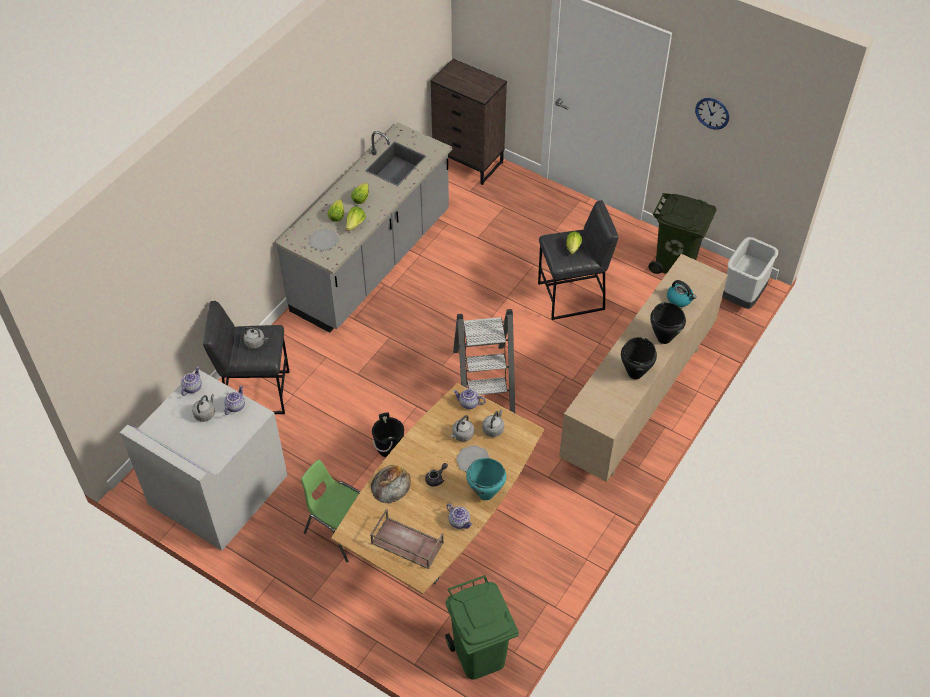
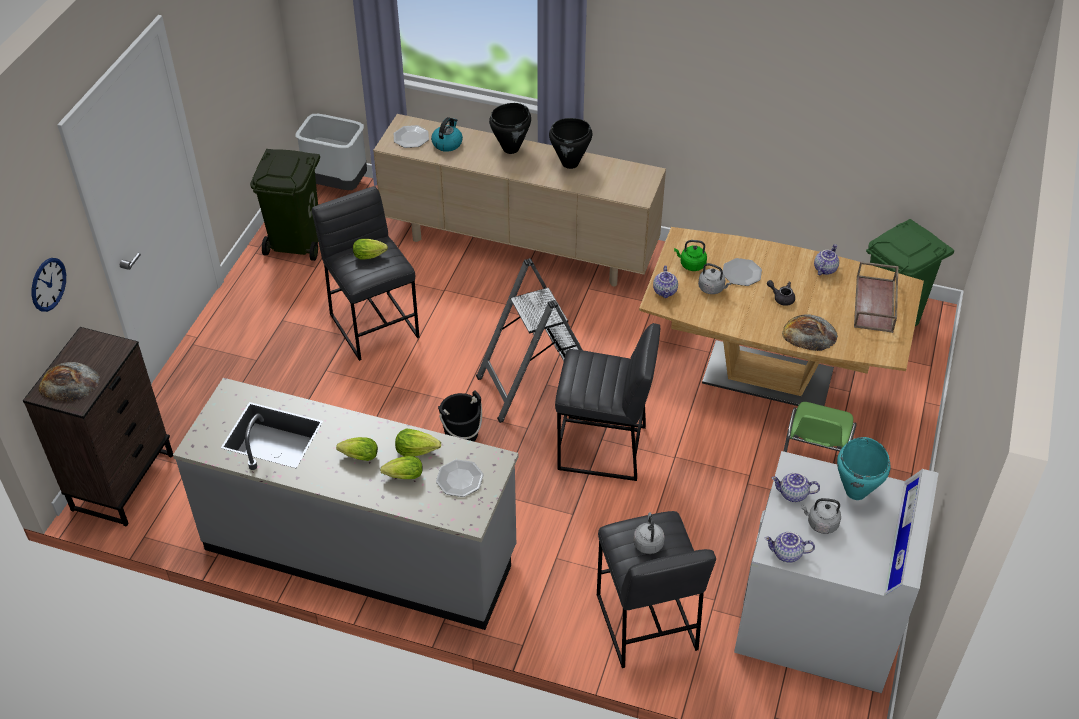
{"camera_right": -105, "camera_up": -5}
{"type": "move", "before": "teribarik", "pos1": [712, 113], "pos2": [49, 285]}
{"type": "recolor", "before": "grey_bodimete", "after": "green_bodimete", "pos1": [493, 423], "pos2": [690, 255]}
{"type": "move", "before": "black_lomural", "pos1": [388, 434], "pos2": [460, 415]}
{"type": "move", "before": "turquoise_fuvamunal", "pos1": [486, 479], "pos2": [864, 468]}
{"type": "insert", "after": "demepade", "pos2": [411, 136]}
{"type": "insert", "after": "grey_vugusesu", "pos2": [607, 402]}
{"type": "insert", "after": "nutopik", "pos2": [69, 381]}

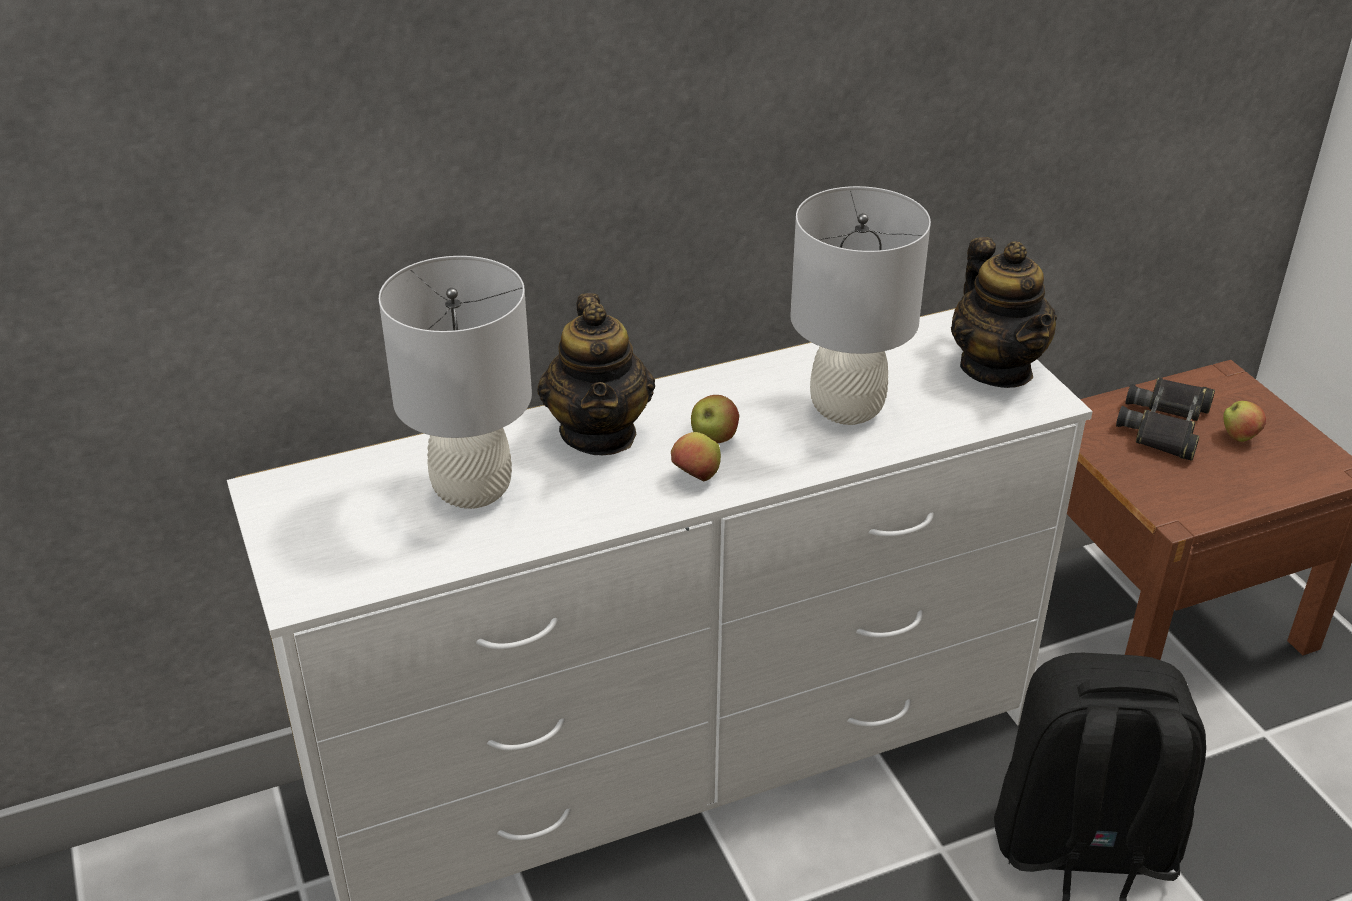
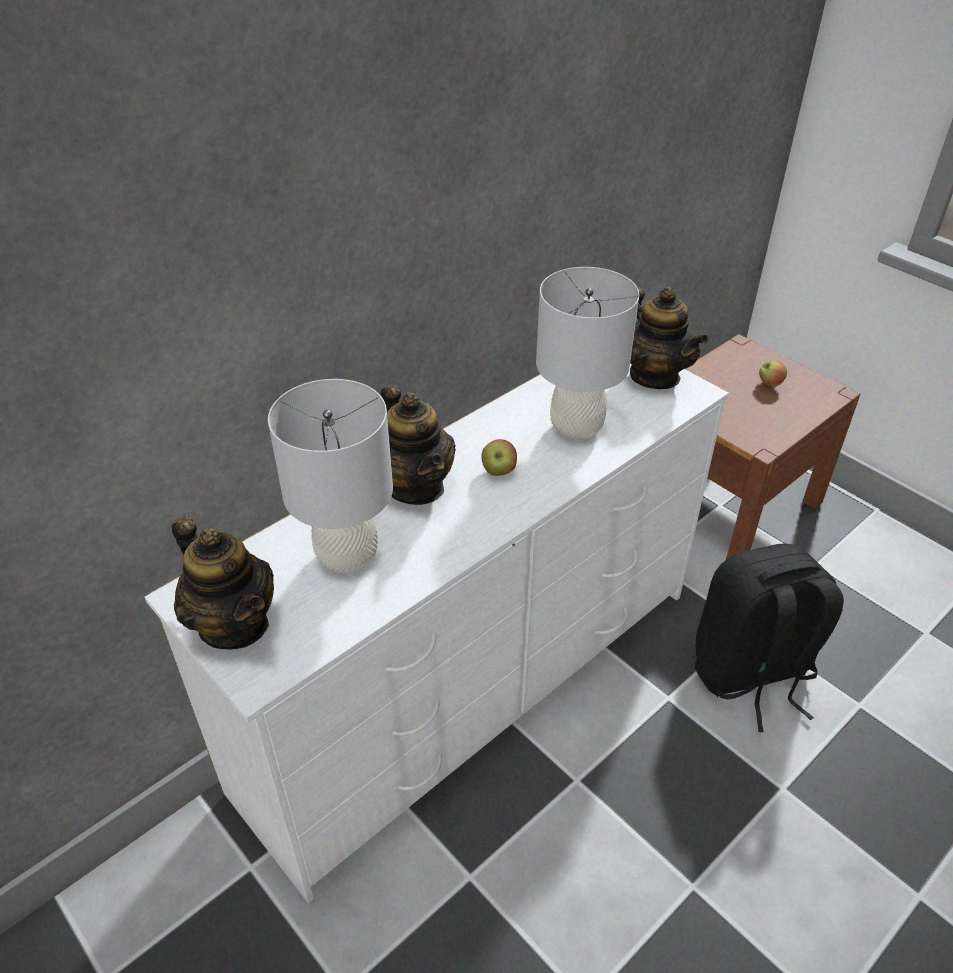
{"camera_right": -20, "camera_up": 5}
{"type": "delete", "before": "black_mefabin", "pos1": [1165, 419]}
{"type": "delete", "before": "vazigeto", "pos1": [696, 456]}
{"type": "insert", "after": "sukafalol", "pos2": [223, 583]}

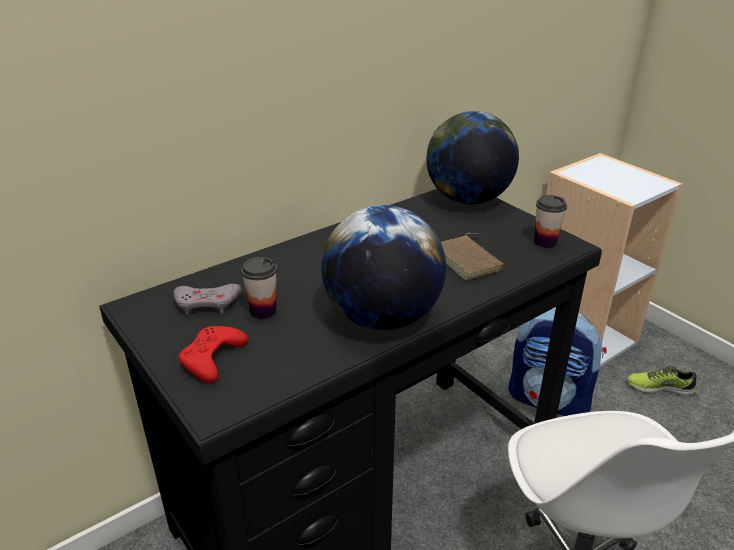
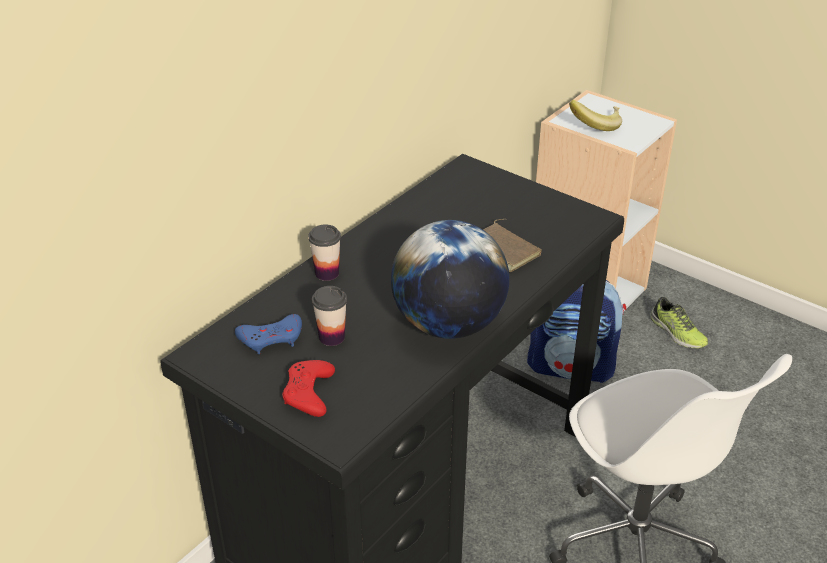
{"camera_right": -15, "camera_up": 5}
{"type": "delete", "before": "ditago", "pos1": [472, 157]}
{"type": "move", "before": "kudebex", "pos1": [550, 221], "pos2": [324, 252]}
{"type": "recolor", "before": "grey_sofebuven", "after": "blue_sofebuven", "pos1": [207, 299], "pos2": [268, 334]}
{"type": "rotate", "before": "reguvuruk", "pos1": [662, 381], "pos2": [679, 322], "turn": -120}
{"type": "insert", "after": "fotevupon", "pos2": [595, 115]}

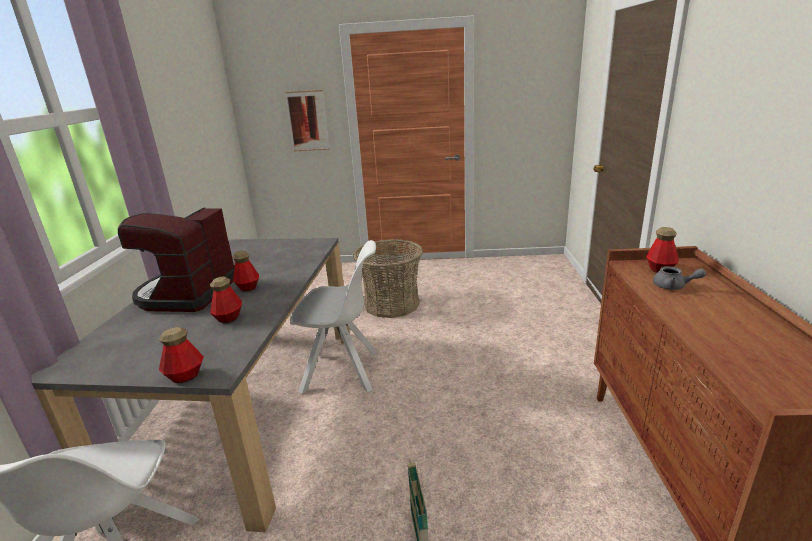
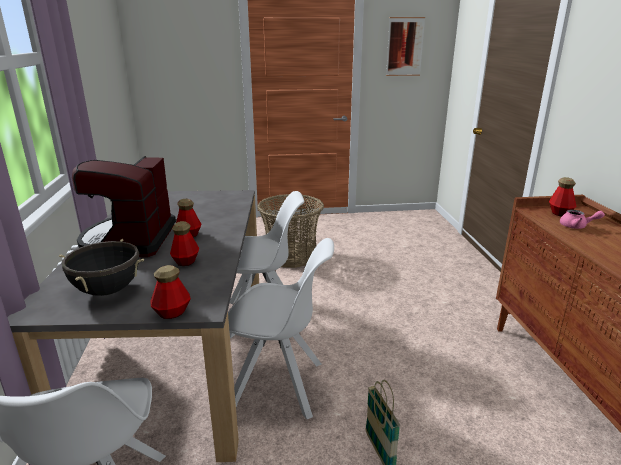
{"camera_right": -10, "camera_up": 0}
{"type": "move", "before": "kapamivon", "pos1": [307, 120], "pos2": [405, 46]}
{"type": "recolor", "before": "grey_sukafalol", "after": "pink_sukafalol", "pos1": [679, 278], "pos2": [582, 219]}
{"type": "insert", "after": "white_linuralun", "pos2": [281, 328]}
{"type": "insert", "after": "black_fuvamunal", "pos2": [101, 267]}

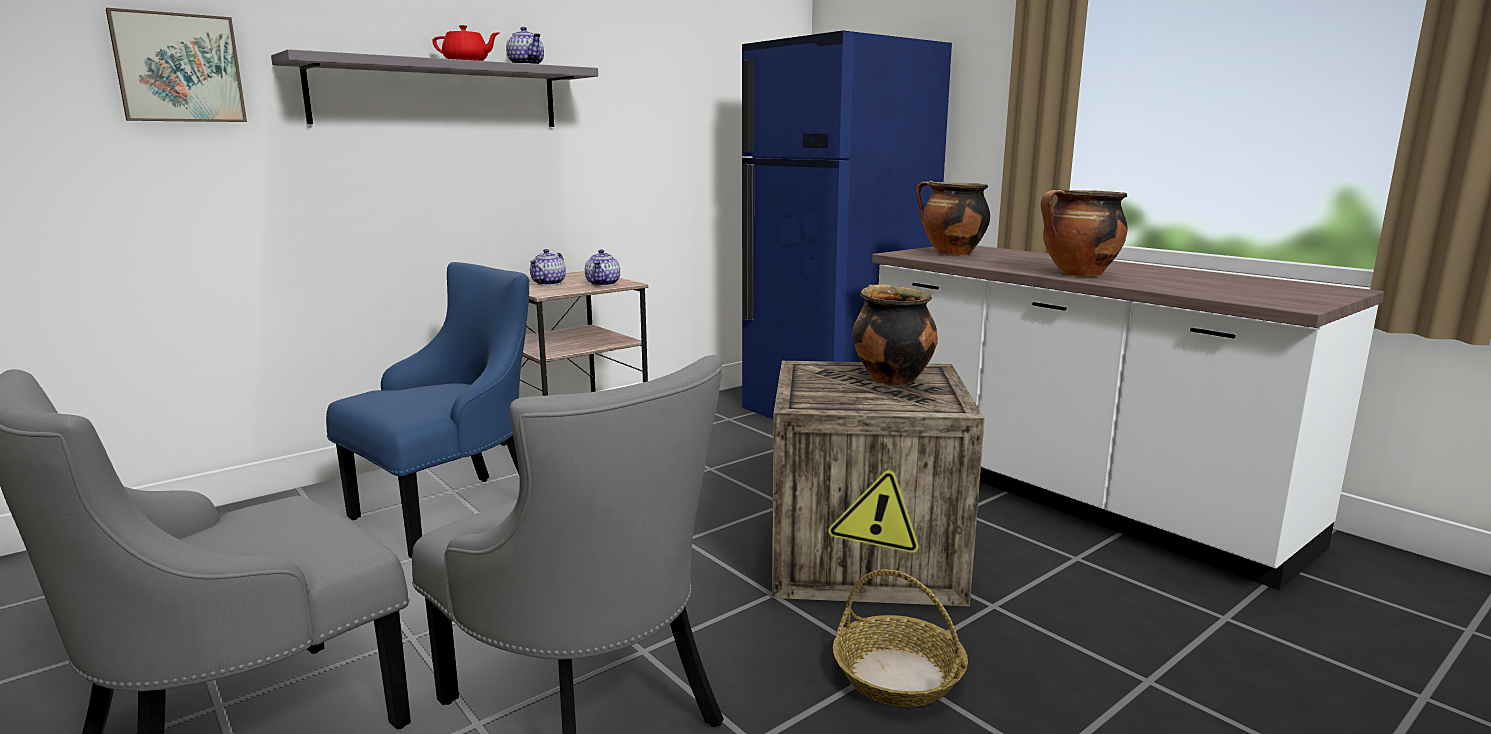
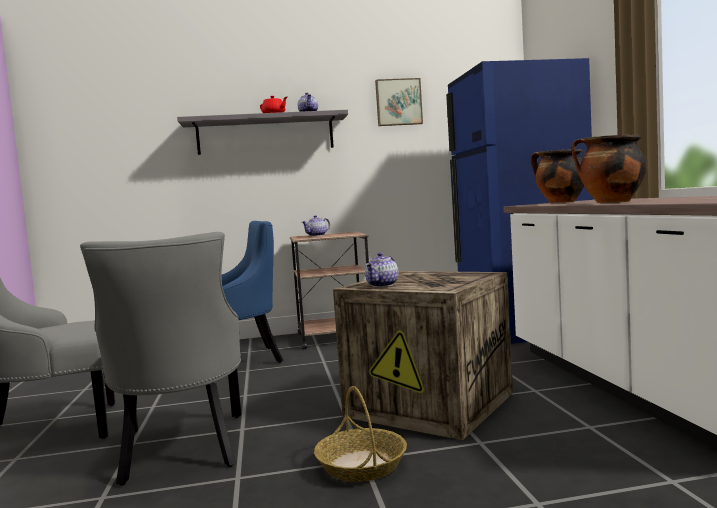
{"camera_right": 30, "camera_up": -10}
{"type": "move", "before": "kapamivon", "pos1": [176, 65], "pos2": [399, 102]}
{"type": "move", "before": "sukafalol", "pos1": [602, 267], "pos2": [381, 270]}
{"type": "delete", "before": "fuvamunal", "pos1": [895, 335]}

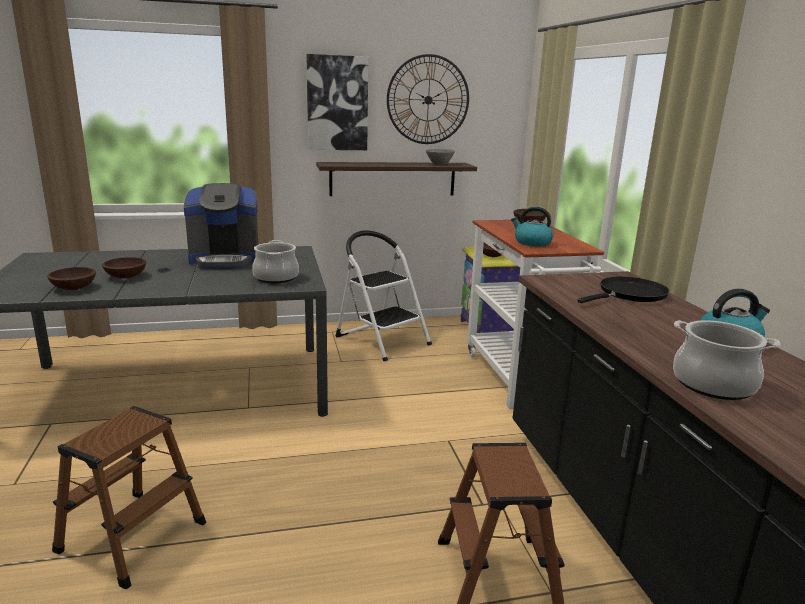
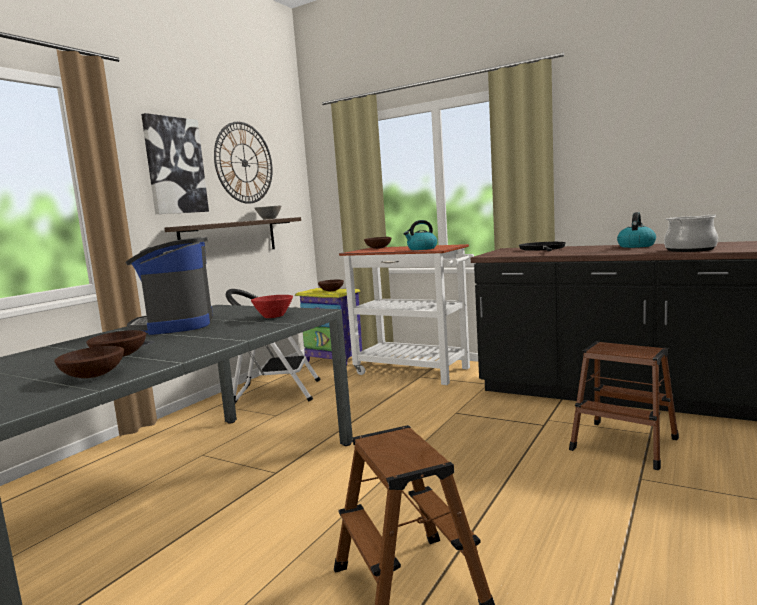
{"camera_right": -45, "camera_up": -10}
{"type": "rotate", "before": "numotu", "pos1": [221, 225], "pos2": [169, 286], "turn": 135}
{"type": "replace", "before": "fuvamunal", "after": "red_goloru", "pos1": [275, 261], "pos2": [272, 306]}

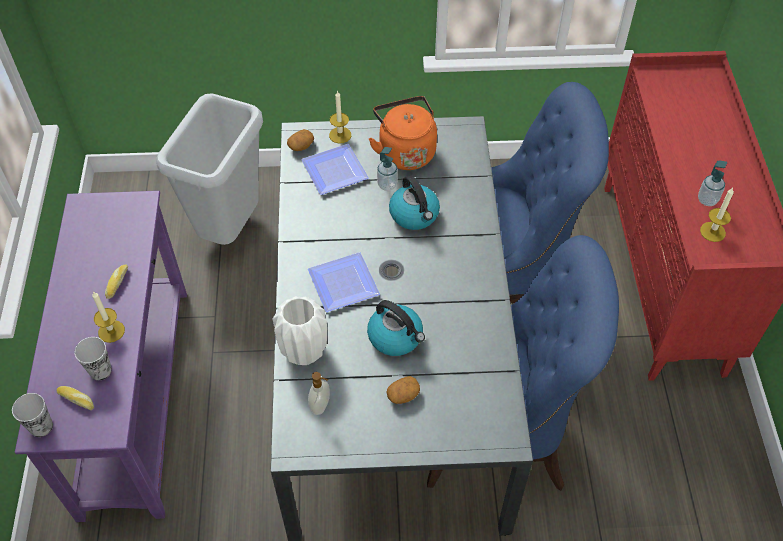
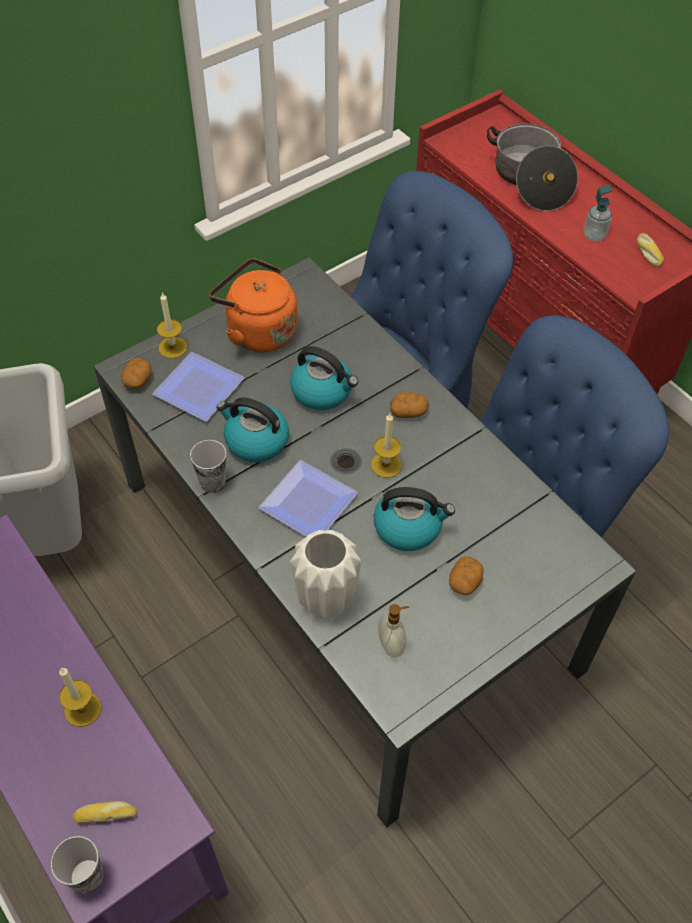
{"camera_right": -35, "camera_up": 0}
{"type": "delete", "before": "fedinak", "pos1": [387, 169]}
{"type": "move", "before": "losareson", "pos1": [717, 215], "pos2": [386, 446]}
{"type": "move", "before": "nutopik", "pos1": [116, 282], "pos2": [650, 250]}
{"type": "move", "before": "kudebex", "pos1": [93, 358], "pos2": [208, 466]}
{"type": "insert", "after": "fuvamunal", "pos2": [532, 167]}
{"type": "insert", "after": "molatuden", "pos2": [409, 405]}
{"type": "insert", "after": "bodimete", "pos2": [253, 430]}

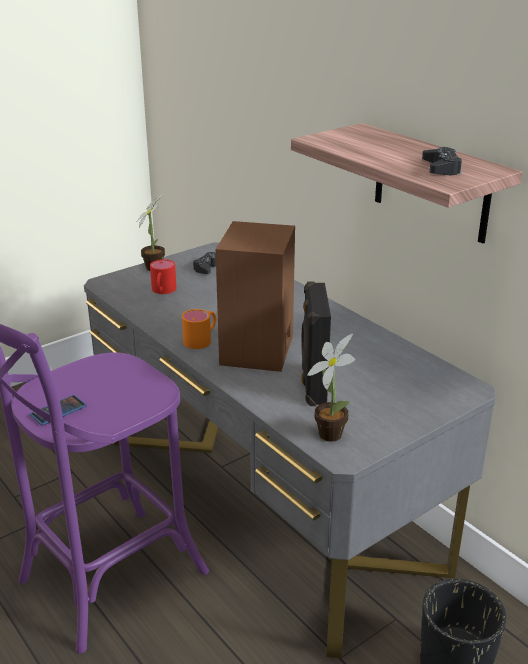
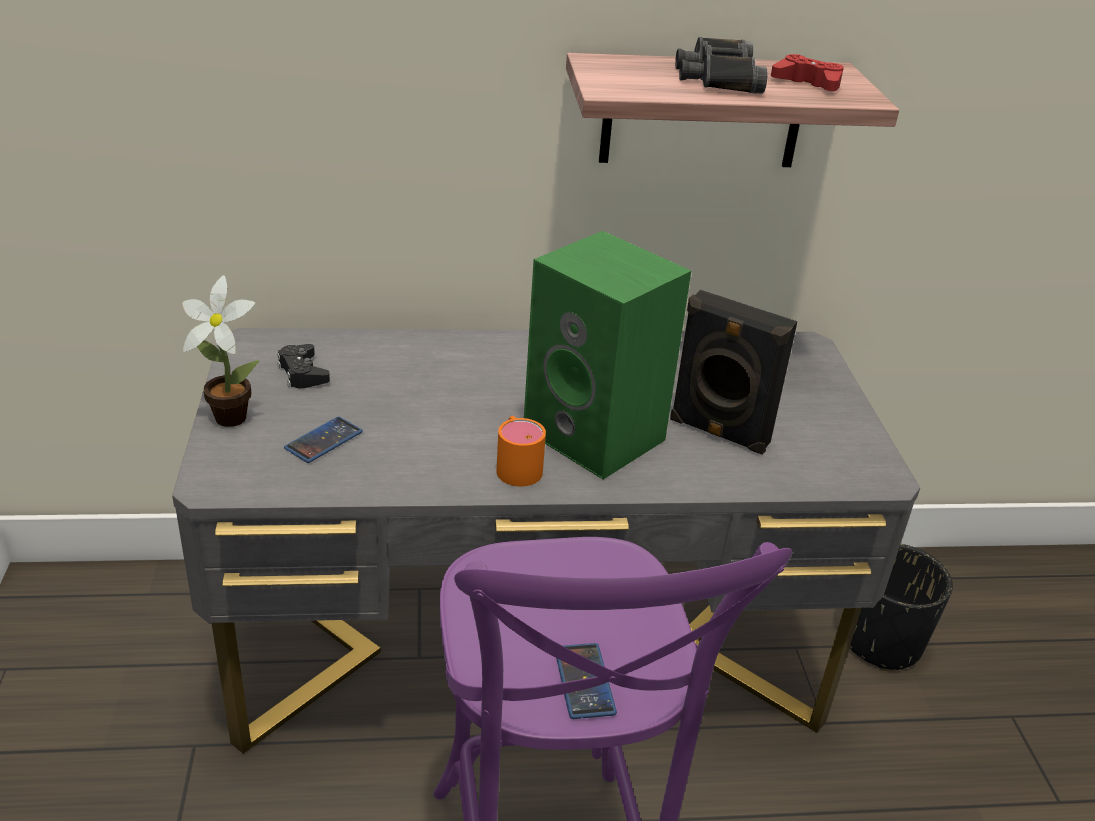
{"camera_right": -60, "camera_up": 5}
{"type": "recolor", "before": "black_sofebuven", "after": "red_sofebuven", "pos1": [442, 161], "pos2": [807, 72]}
{"type": "recolor", "before": "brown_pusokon", "after": "green_pusokon", "pos1": [255, 296], "pos2": [607, 355]}
{"type": "replace", "before": "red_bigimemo", "after": "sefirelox", "pos1": [163, 276], "pos2": [323, 439]}
{"type": "delete", "before": "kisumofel", "pos1": [331, 388]}
{"type": "insert", "after": "black_mefabin", "pos2": [721, 65]}

